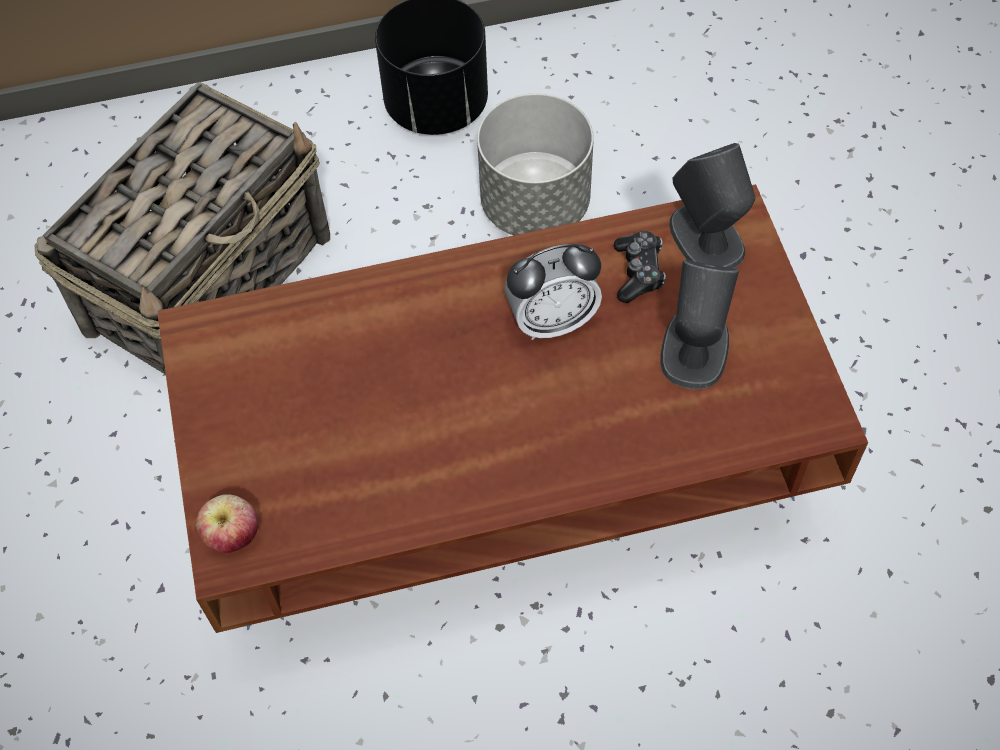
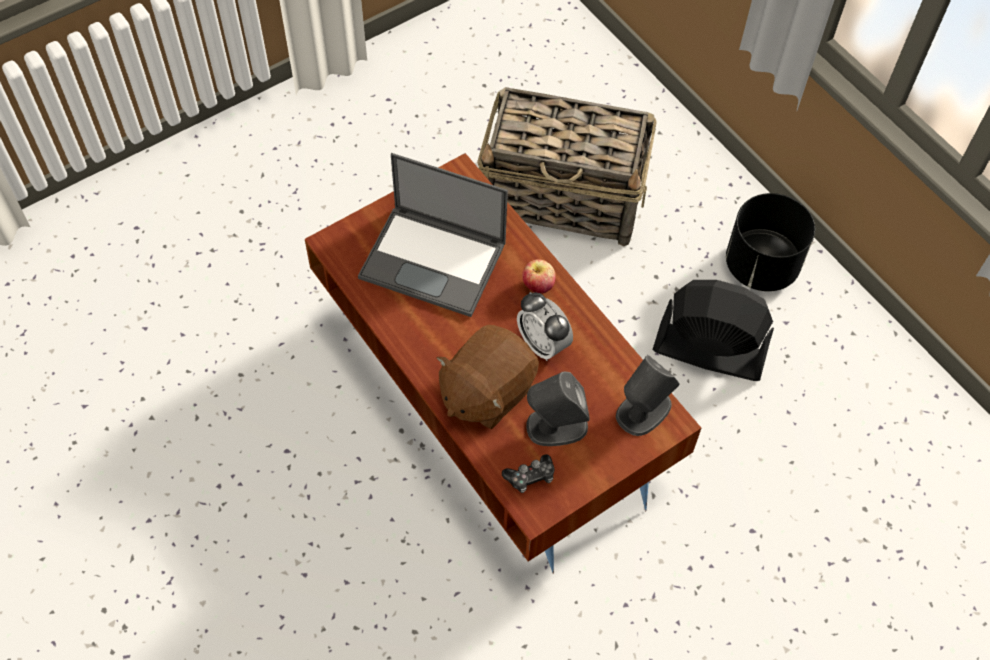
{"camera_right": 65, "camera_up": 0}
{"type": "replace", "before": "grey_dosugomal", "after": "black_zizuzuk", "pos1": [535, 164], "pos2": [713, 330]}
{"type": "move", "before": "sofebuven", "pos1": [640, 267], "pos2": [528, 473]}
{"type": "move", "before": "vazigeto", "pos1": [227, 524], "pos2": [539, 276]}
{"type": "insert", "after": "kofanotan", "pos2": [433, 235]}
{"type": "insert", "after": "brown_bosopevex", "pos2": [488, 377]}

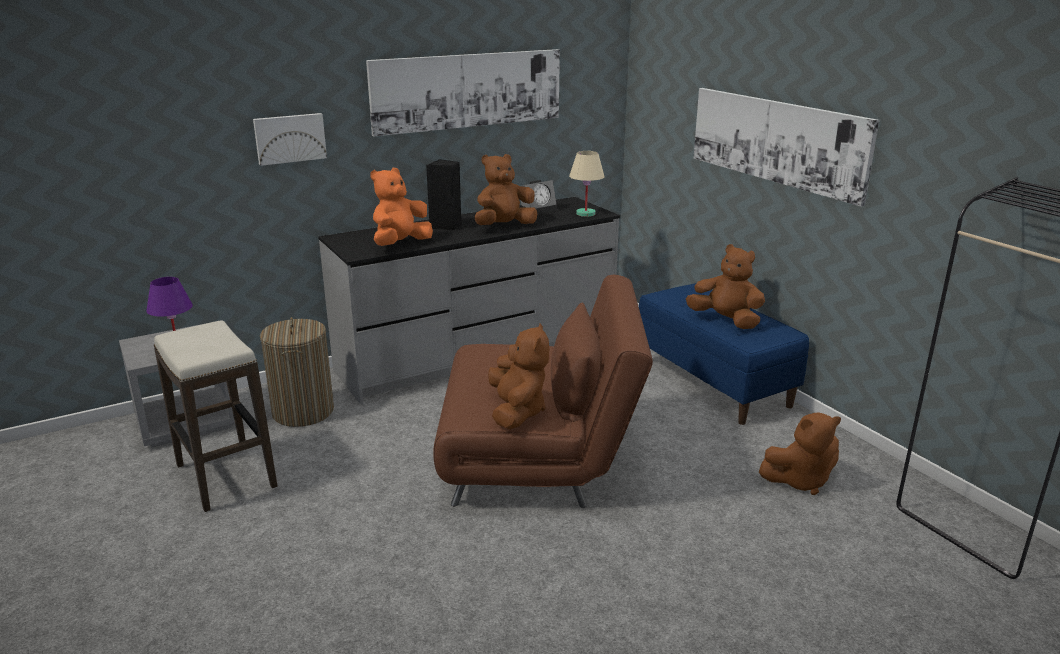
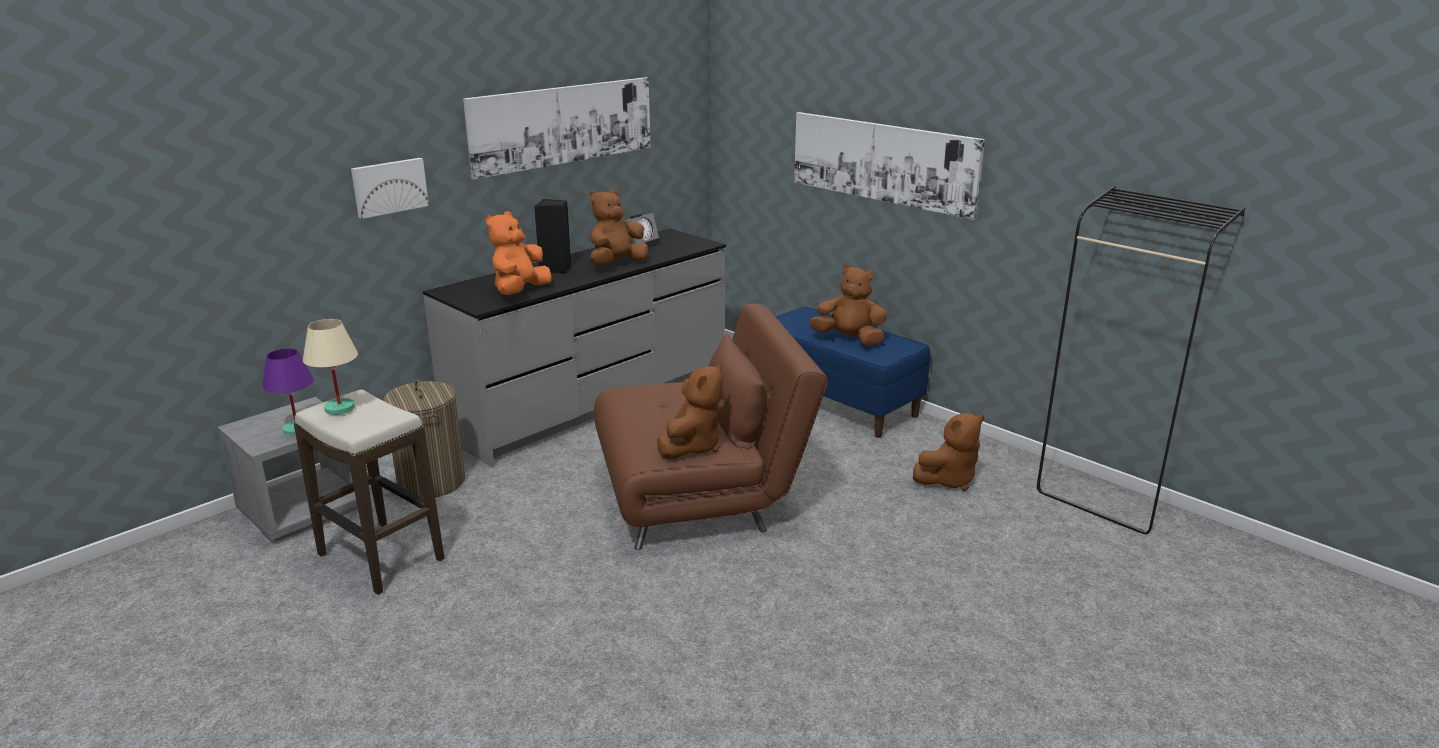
{"camera_right": -15, "camera_up": 0}
{"type": "move", "before": "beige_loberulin", "pos1": [587, 184], "pos2": [330, 367]}
{"type": "rotate", "before": "brown_bosopevex", "pos1": [518, 376], "pos2": [690, 411], "turn": 45}

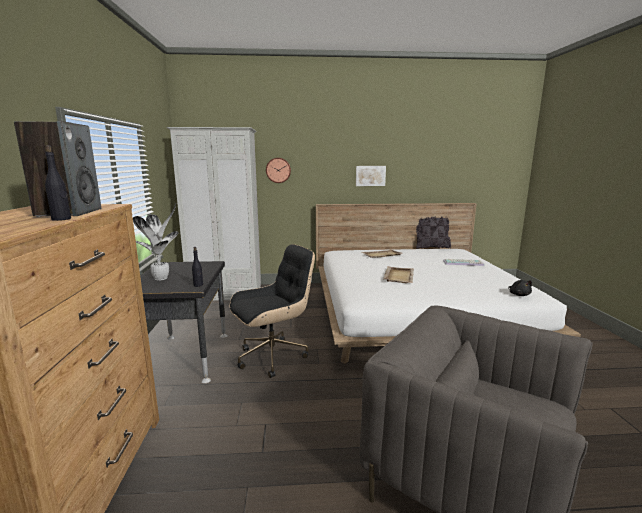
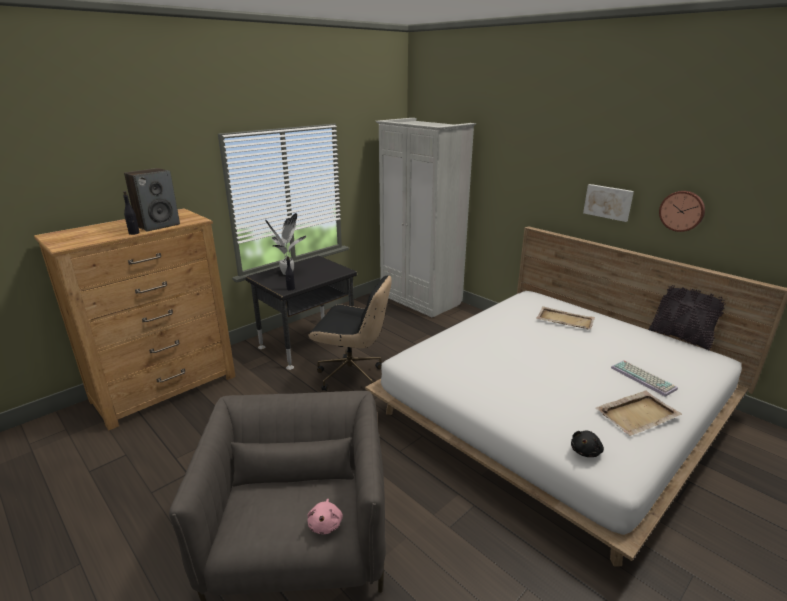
{"camera_right": 50, "camera_up": 10}
{"type": "move", "before": "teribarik", "pos1": [278, 170], "pos2": [682, 211]}
{"type": "move", "before": "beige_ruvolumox", "pos1": [398, 274], "pos2": [639, 413]}
{"type": "insert", "after": "pink_bosopevex", "pos2": [325, 516]}

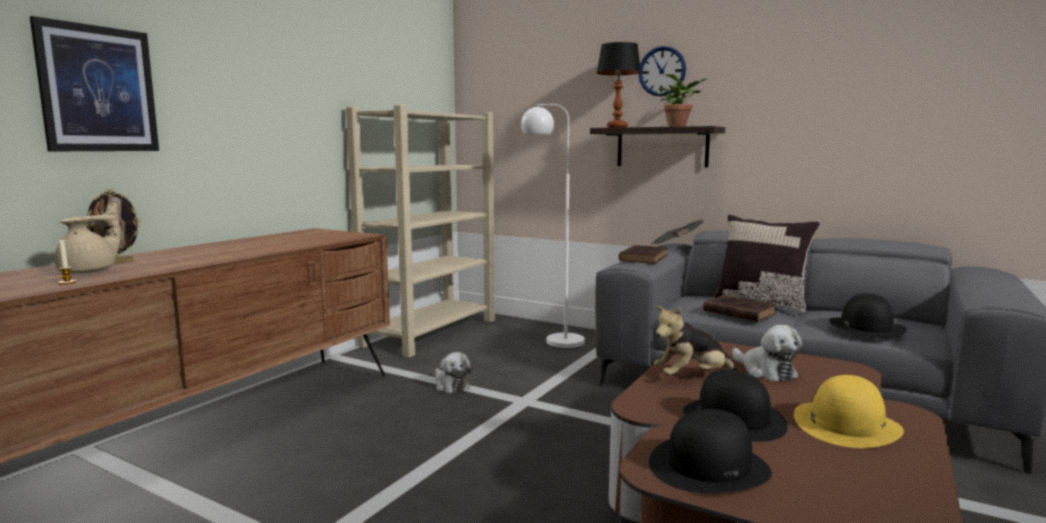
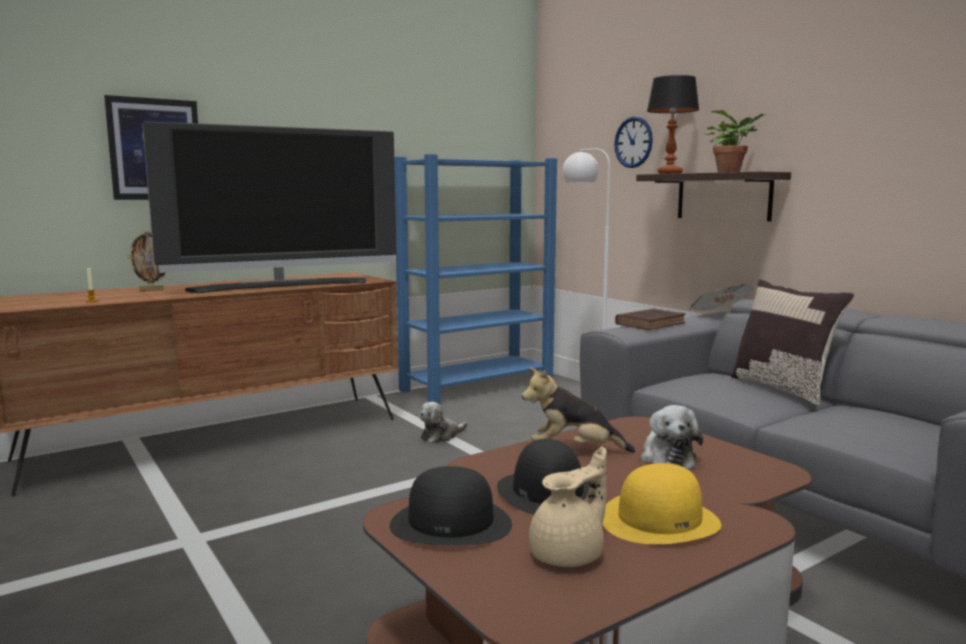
{"camera_right": 25, "camera_up": 0}
{"type": "move", "before": "teribarik", "pos1": [662, 71], "pos2": [633, 142]}
{"type": "recolor", "before": "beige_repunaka", "after": "blue_repunaka", "pos1": [420, 231], "pos2": [475, 279]}
{"type": "move", "before": "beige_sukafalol", "pos1": [88, 238], "pos2": [568, 507]}
{"type": "delete", "before": "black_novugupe", "pos1": [867, 316]}
{"type": "delete", "before": "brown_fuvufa", "pos1": [739, 308]}
{"type": "rotate", "before": "bosopevex", "pos1": [453, 372], "pos2": [443, 422], "turn": 60}
{"type": "insert", "after": "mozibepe", "pos2": [269, 207]}

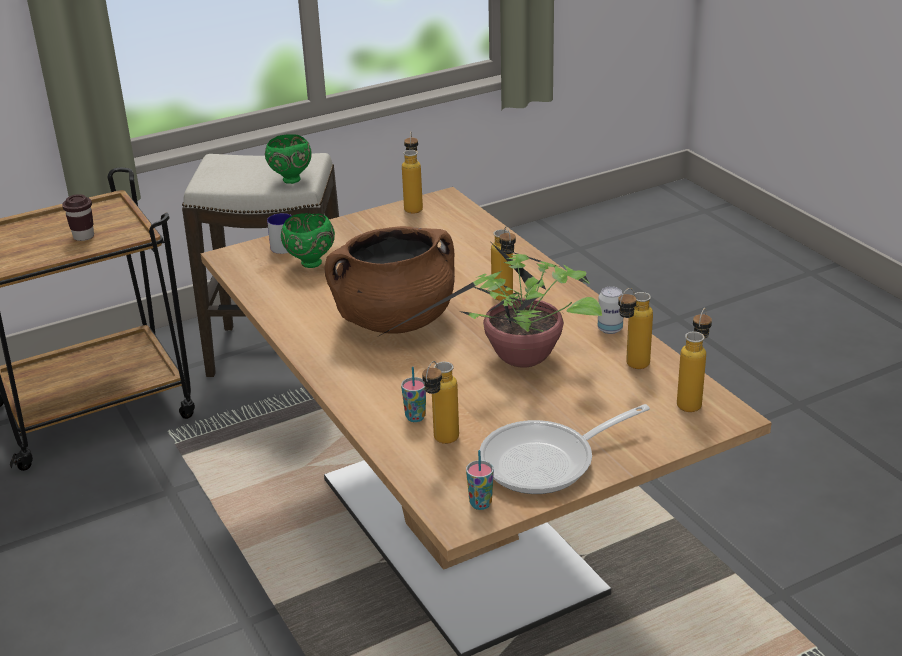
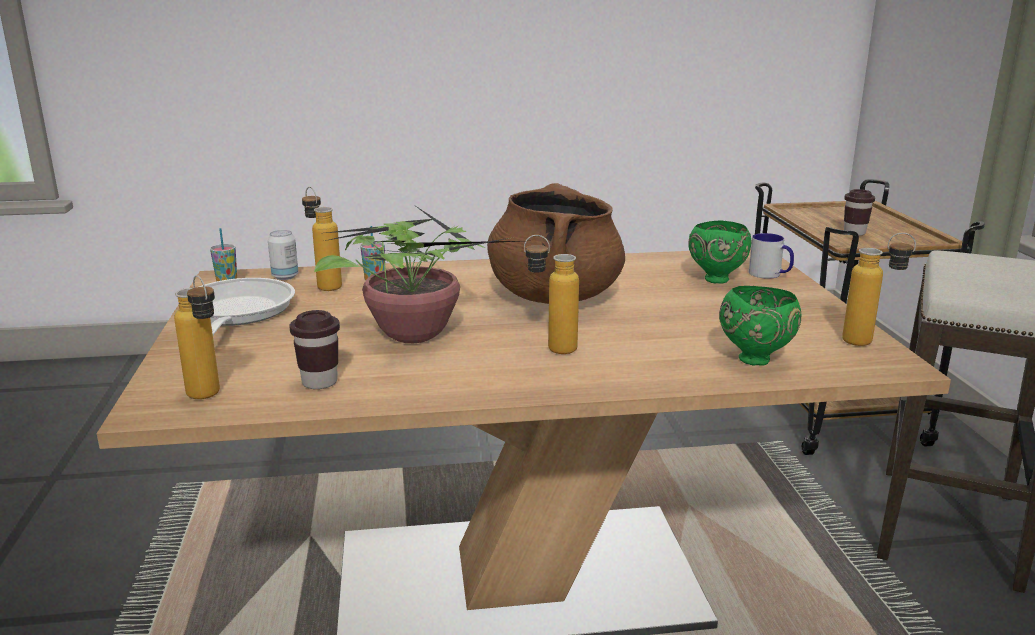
{"camera_right": 110, "camera_up": -10}
{"type": "move", "before": "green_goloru", "pos1": [288, 159], "pos2": [760, 326]}
{"type": "move", "before": "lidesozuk", "pos1": [610, 310], "pos2": [283, 255]}
{"type": "replace", "before": "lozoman", "after": "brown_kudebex", "pos1": [635, 328], "pos2": [314, 349]}

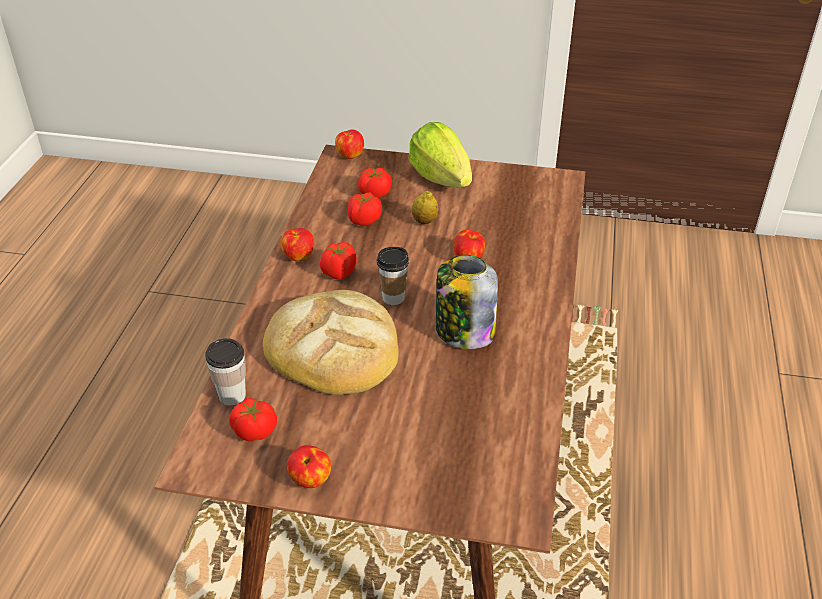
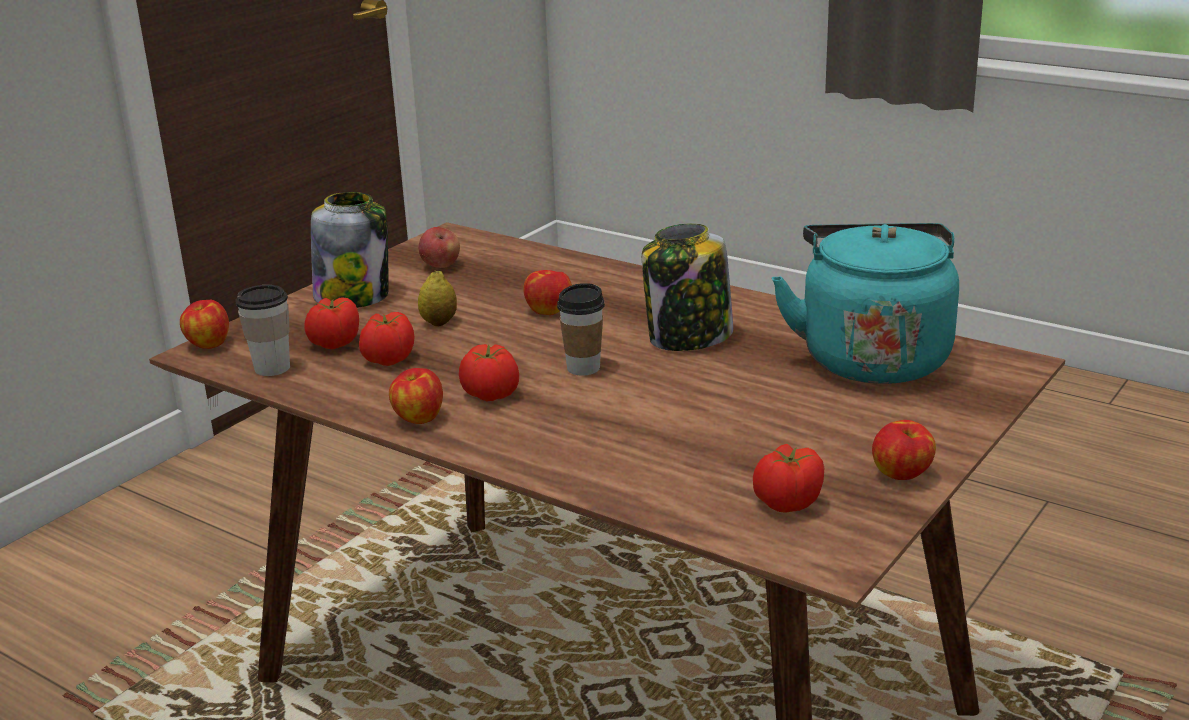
{"camera_right": -65, "camera_up": -15}
{"type": "replace", "before": "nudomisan", "after": "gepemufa", "pos1": [440, 154], "pos2": [349, 250]}
{"type": "delete", "before": "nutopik", "pos1": [331, 342]}
{"type": "move", "before": "kudebex", "pos1": [225, 372], "pos2": [262, 330]}
{"type": "insert", "after": "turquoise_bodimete", "pos2": [865, 303]}
{"type": "insert", "after": "vazigeto", "pos2": [439, 247]}

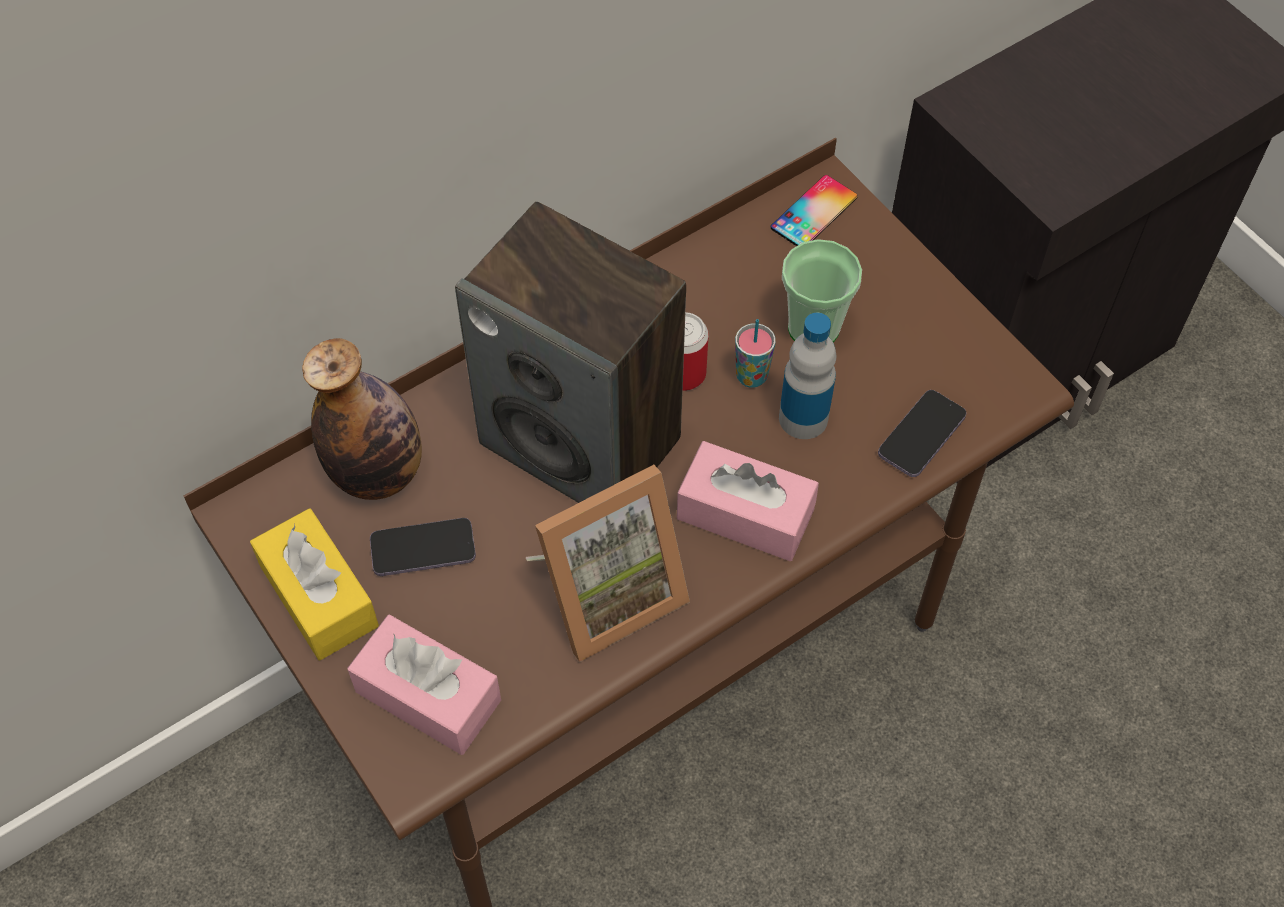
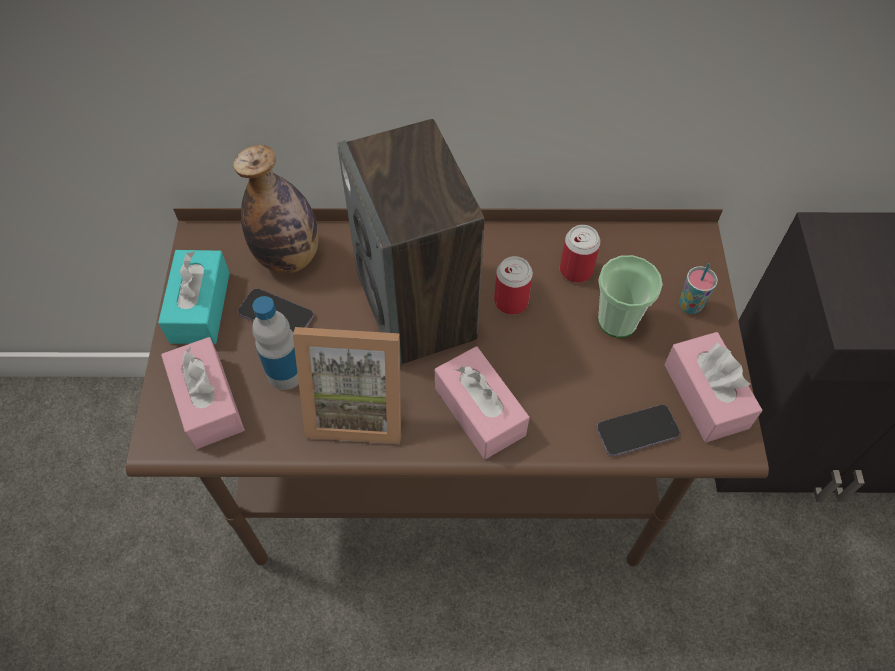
{"camera_right": 35, "camera_up": 0}
{"type": "delete", "before": "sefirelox", "pos1": [814, 210]}
{"type": "move", "before": "lozoman", "pos1": [807, 376], "pos2": [275, 343]}
{"type": "move", "before": "kudebex", "pos1": [755, 353], "pos2": [698, 288]}
{"type": "recolor", "before": "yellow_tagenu", "after": "turquoise_tagenu", "pos1": [314, 584], "pos2": [194, 297]}
{"type": "insert", "after": "lidesozuk", "pos2": [580, 254]}
{"type": "insert", "after": "pink_tagenu", "pos2": [713, 387]}

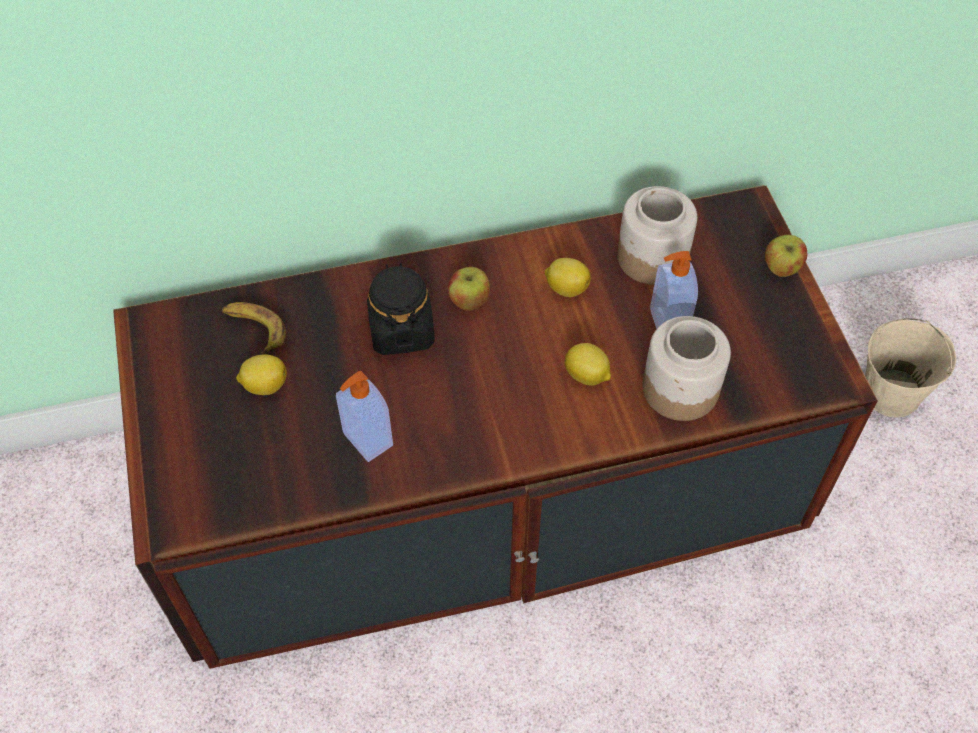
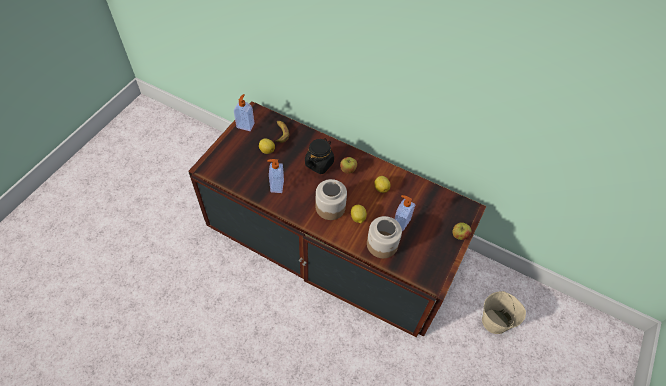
{"camera_right": 40, "camera_up": 0}
{"type": "move", "before": "gepemufa", "pos1": [657, 235], "pos2": [331, 199]}
{"type": "insert", "after": "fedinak", "pos2": [244, 112]}

